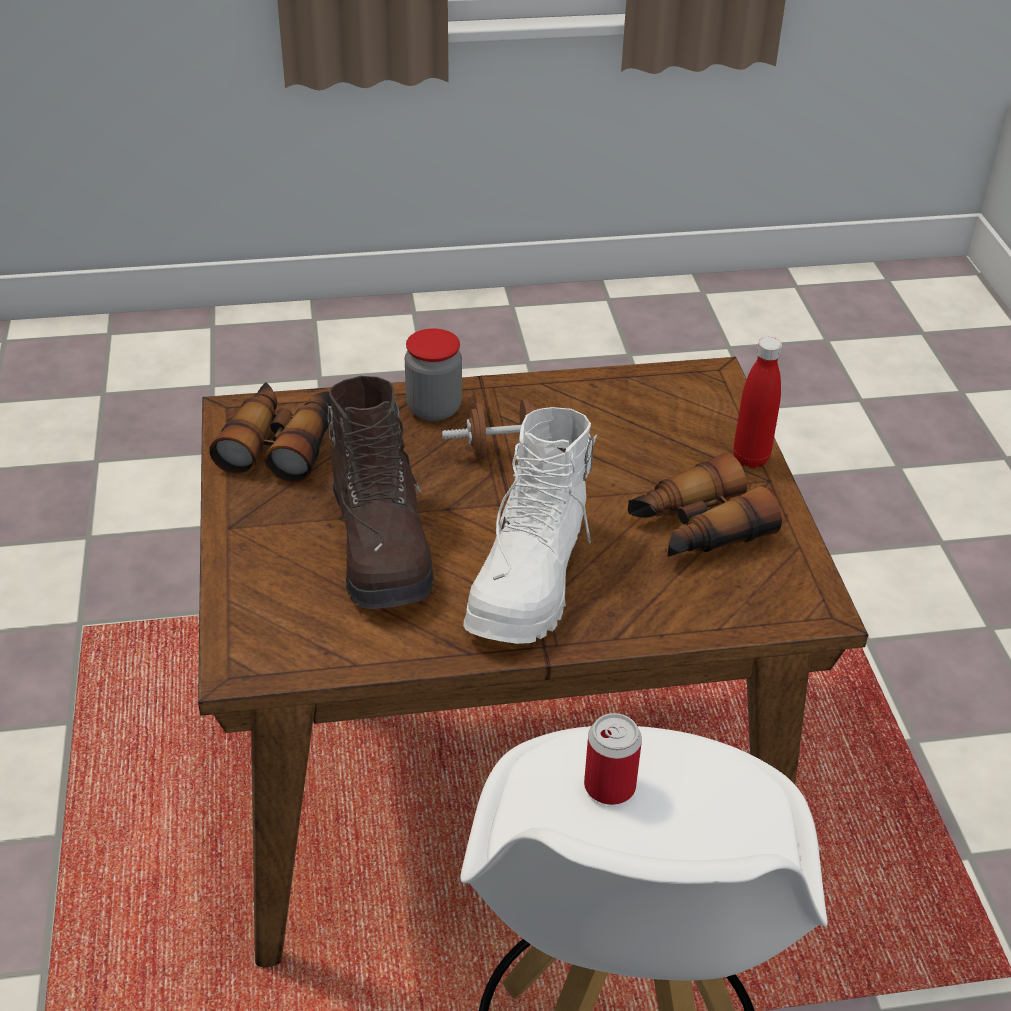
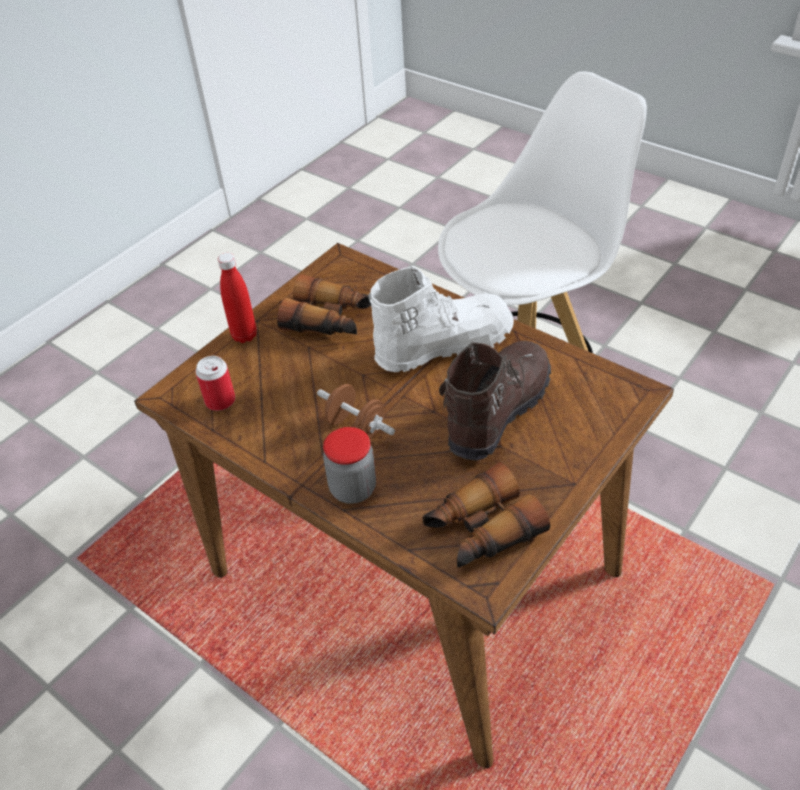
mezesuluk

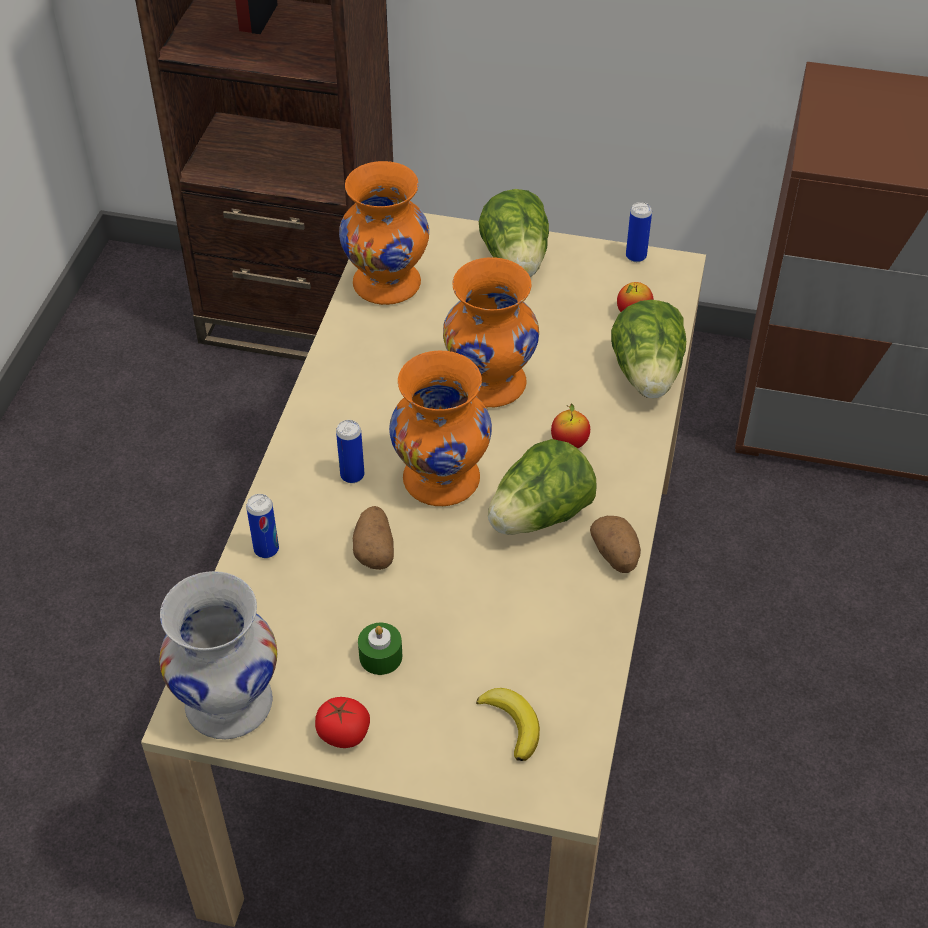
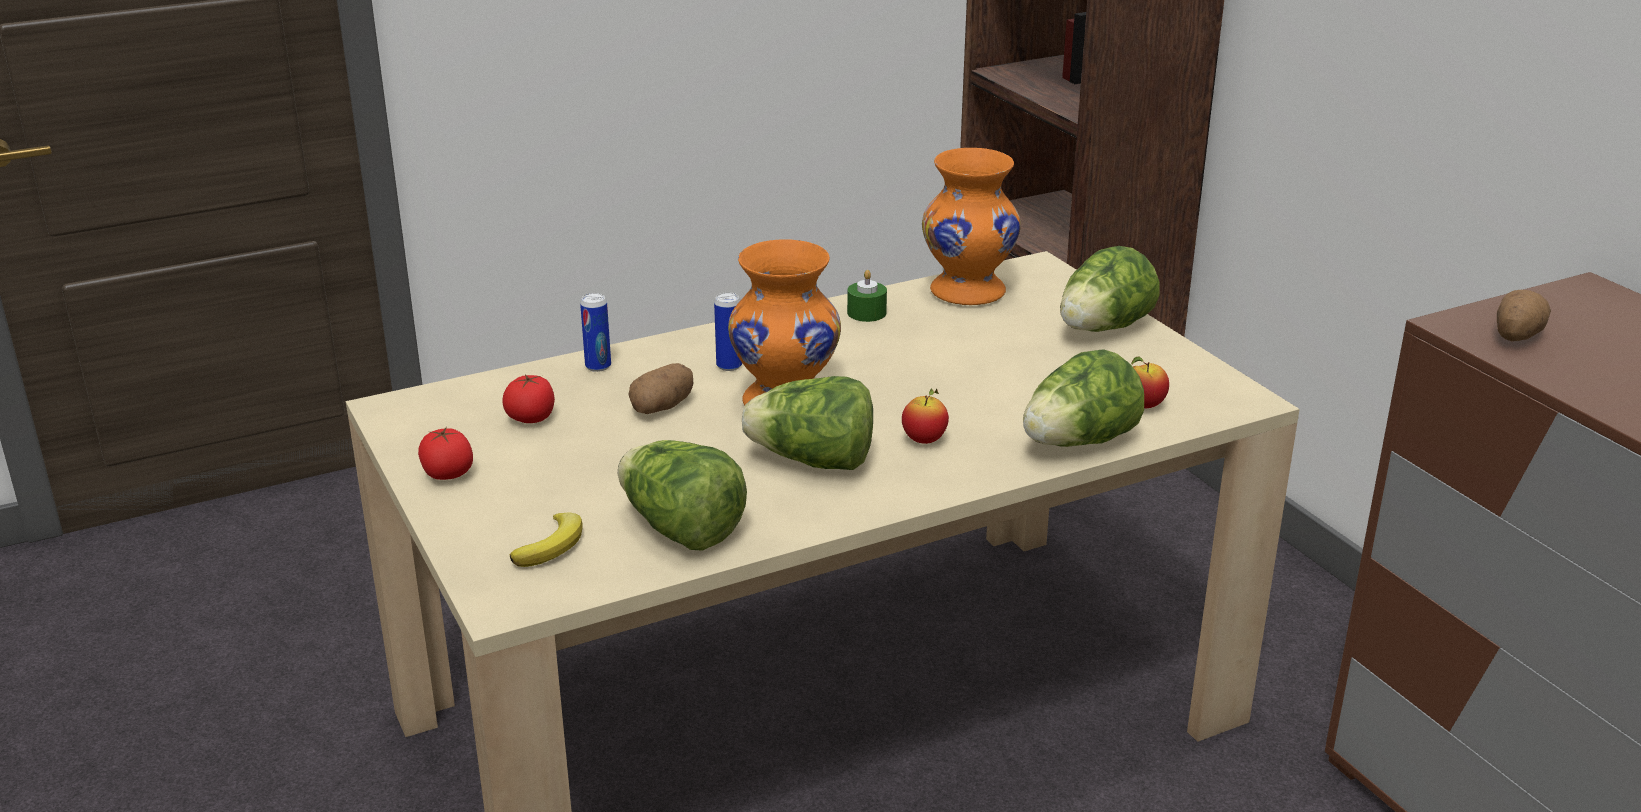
mezesuluk (3rd from left in the first image); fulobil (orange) (3rd from left in the first image); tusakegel (2nd from left); fulobil (white); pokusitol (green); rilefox (2nd from left); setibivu (1st from left)

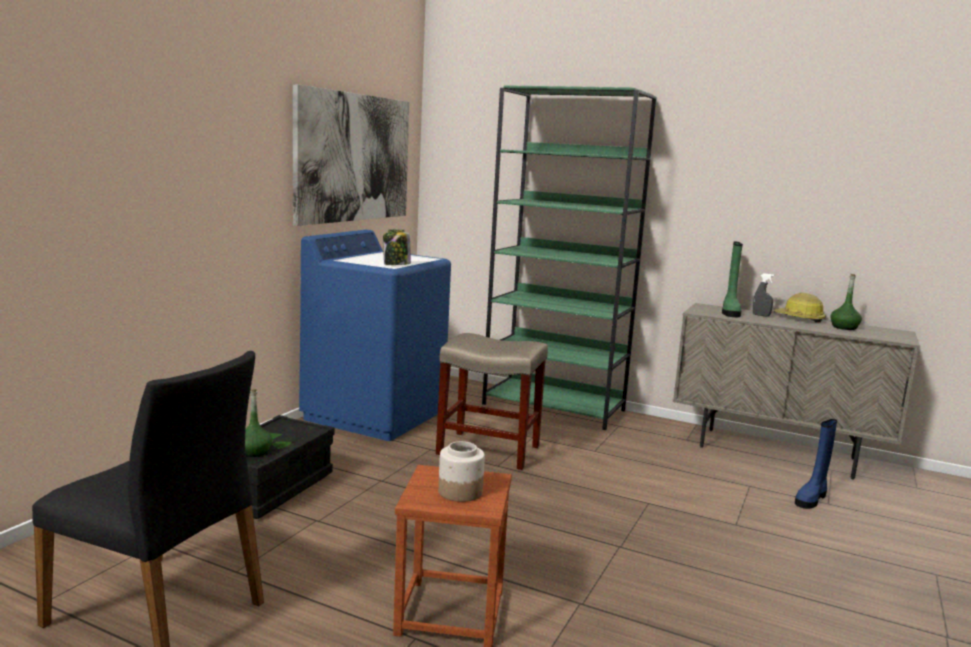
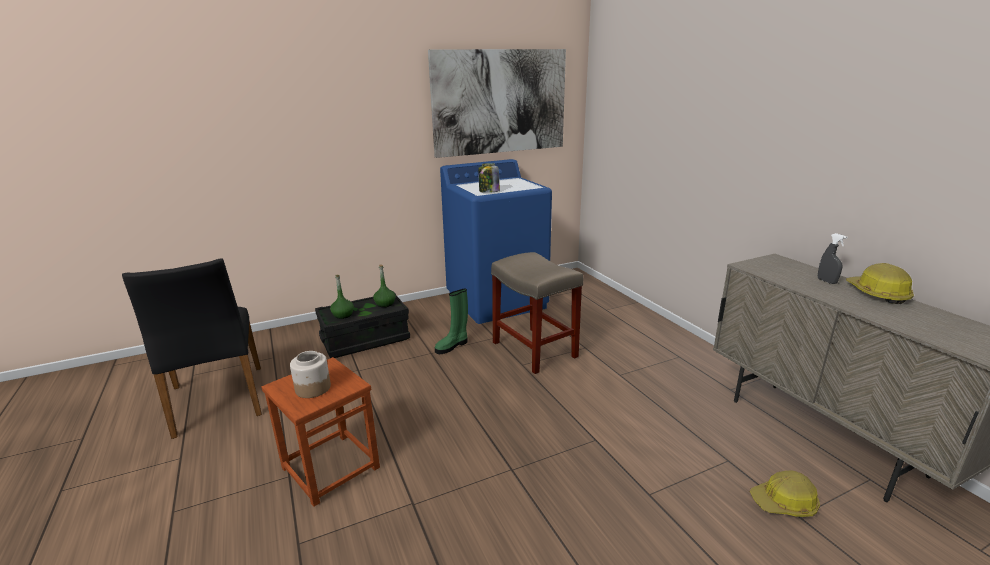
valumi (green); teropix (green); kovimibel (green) (2nd from left); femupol (1st from left)

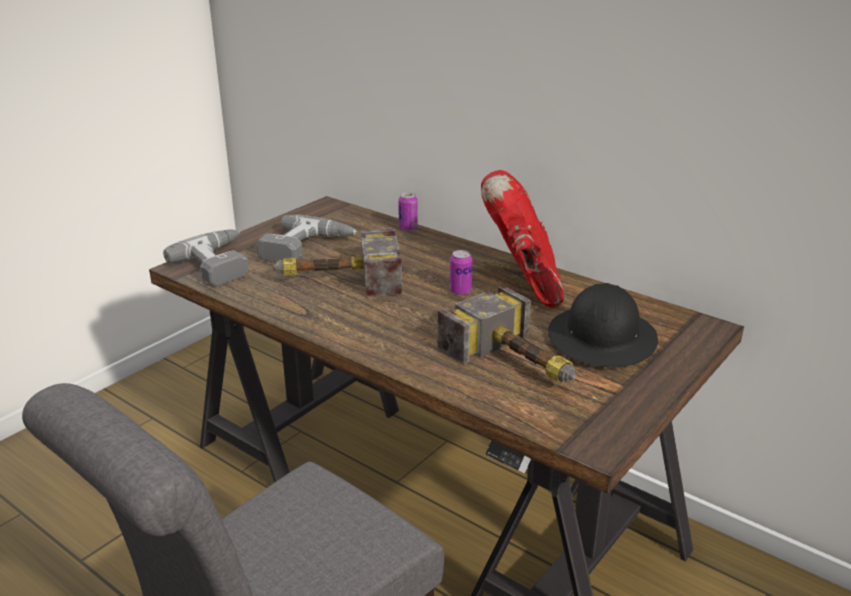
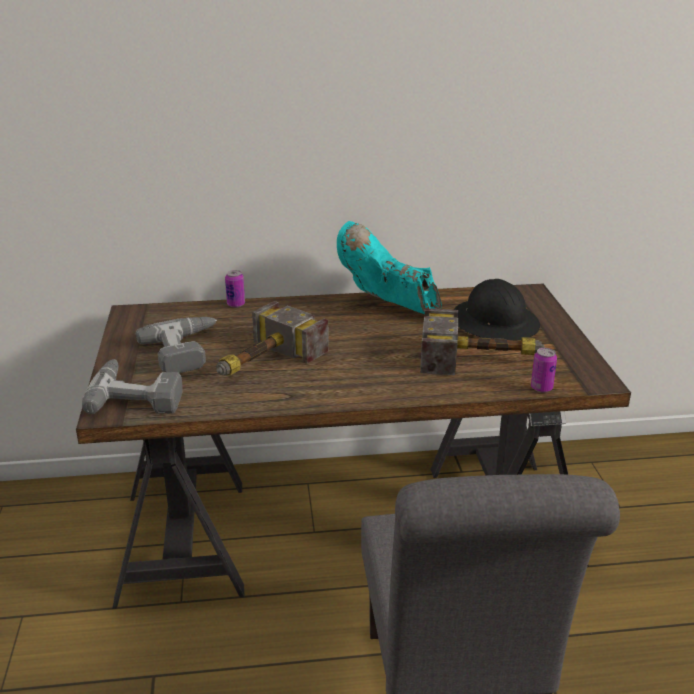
teropix (turquoise); mezesuluk (2nd from left)

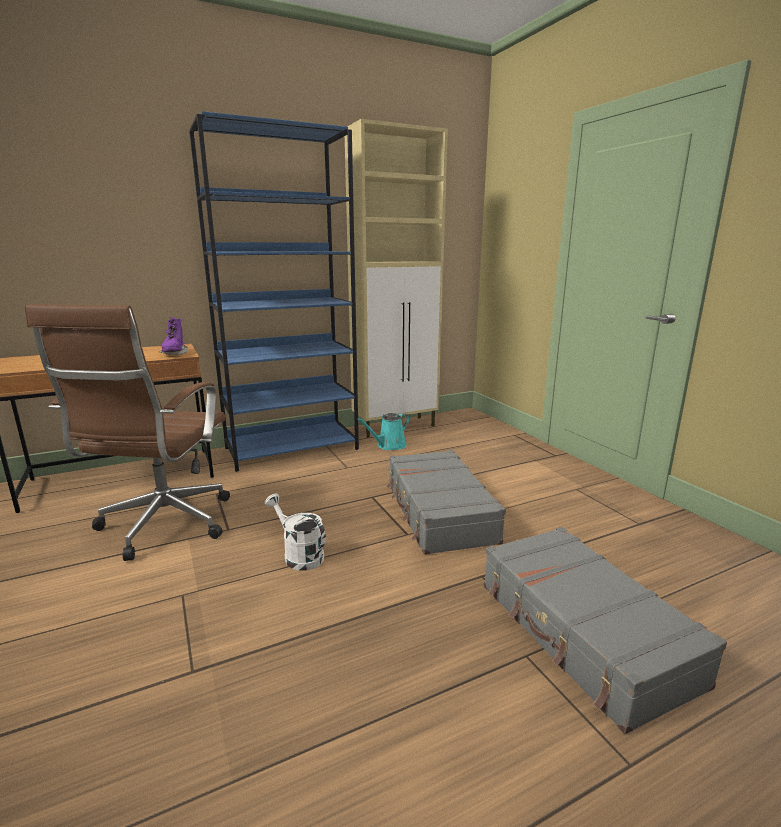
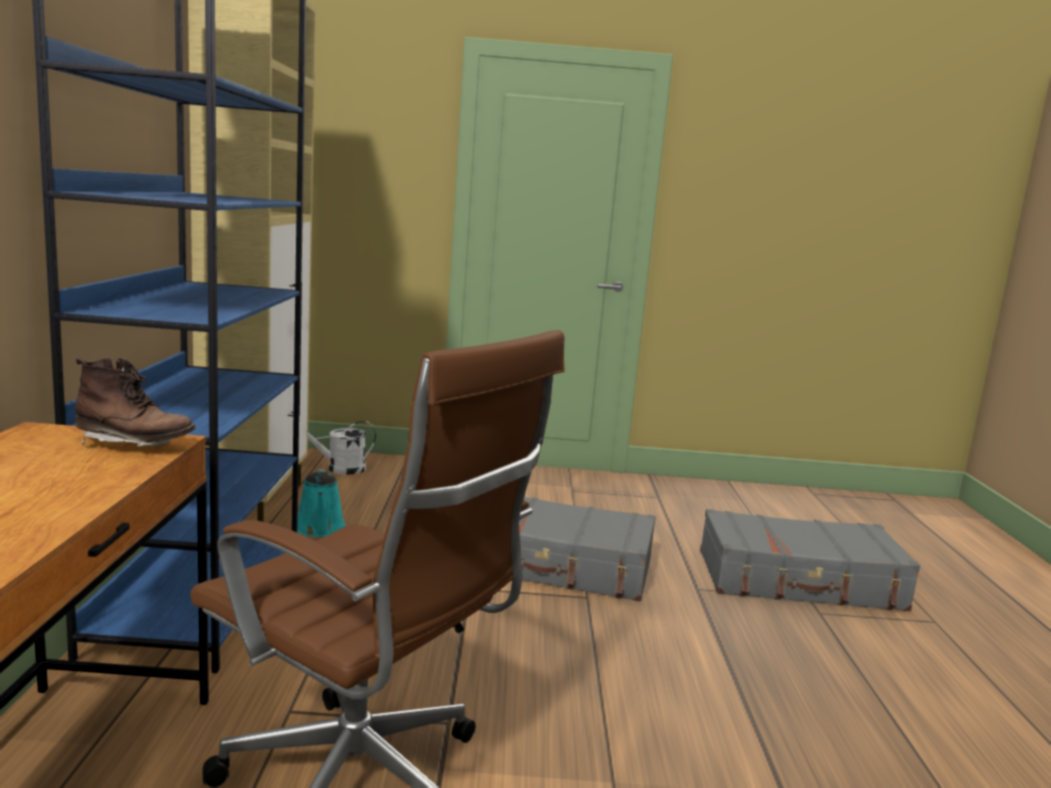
teropix (brown); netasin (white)

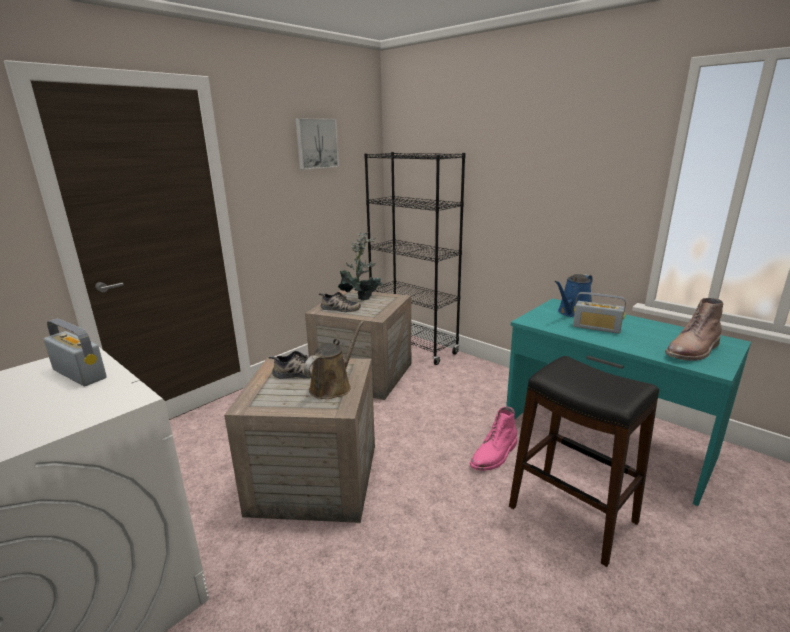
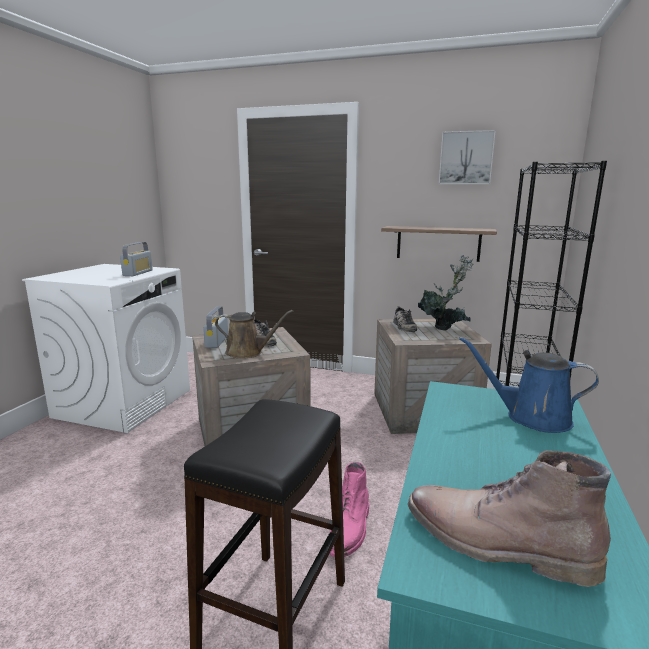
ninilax (2nd from left); teropix (pink); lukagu

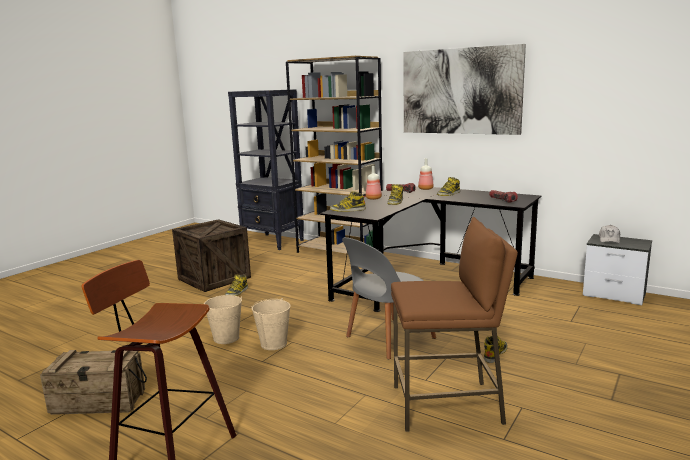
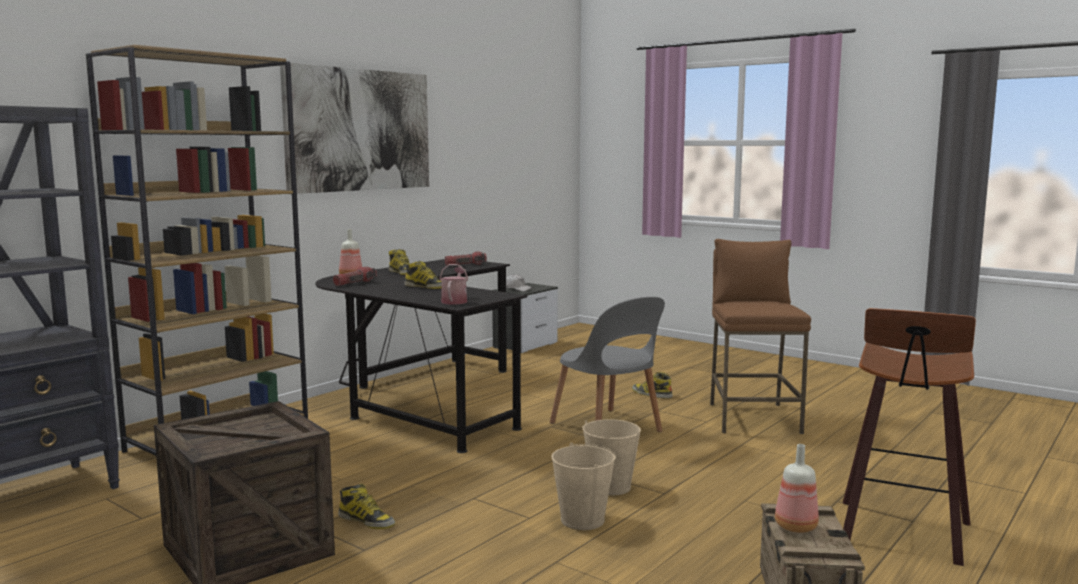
kovimibel (2nd from left); netasin

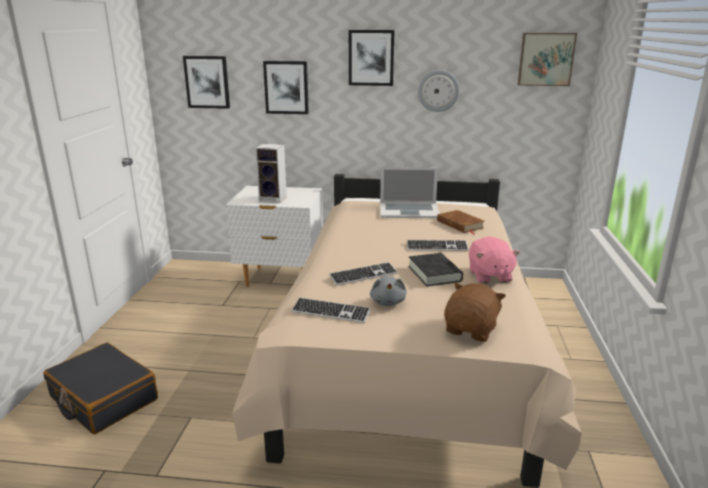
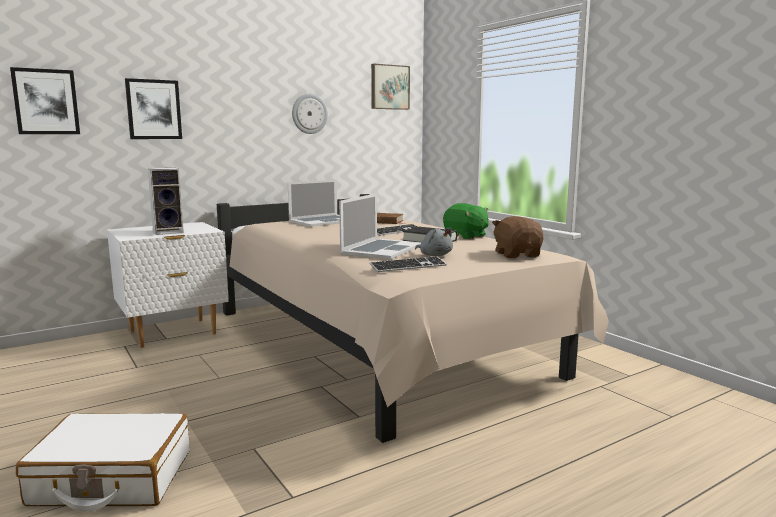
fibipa (3rd from left in the first image); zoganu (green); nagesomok (2nd from left); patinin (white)

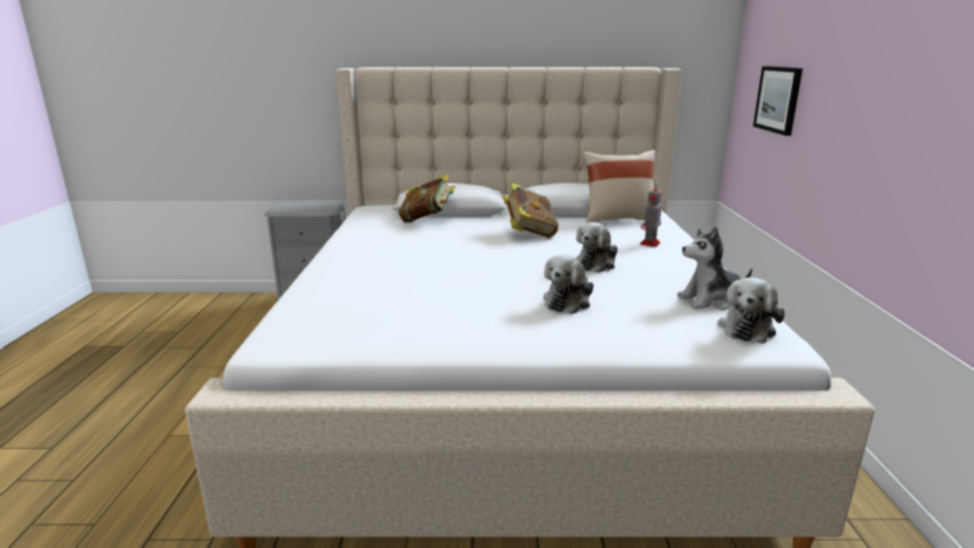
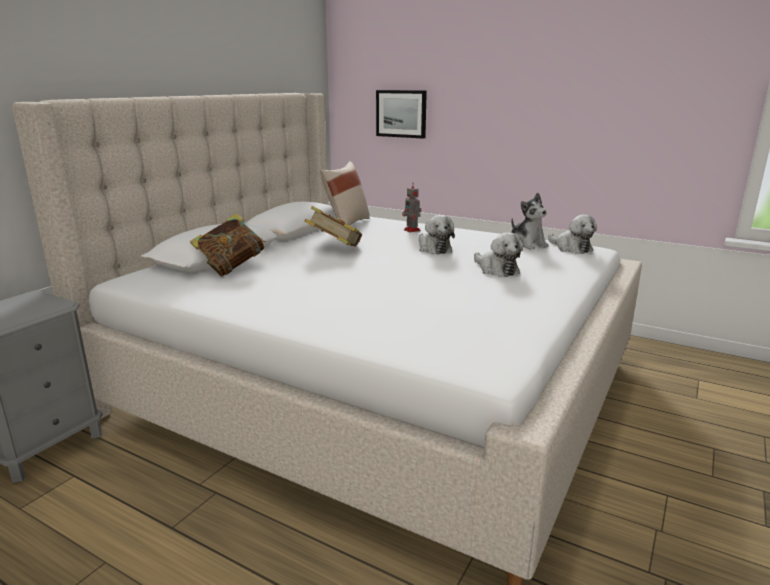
zoganu (3rd from left)

